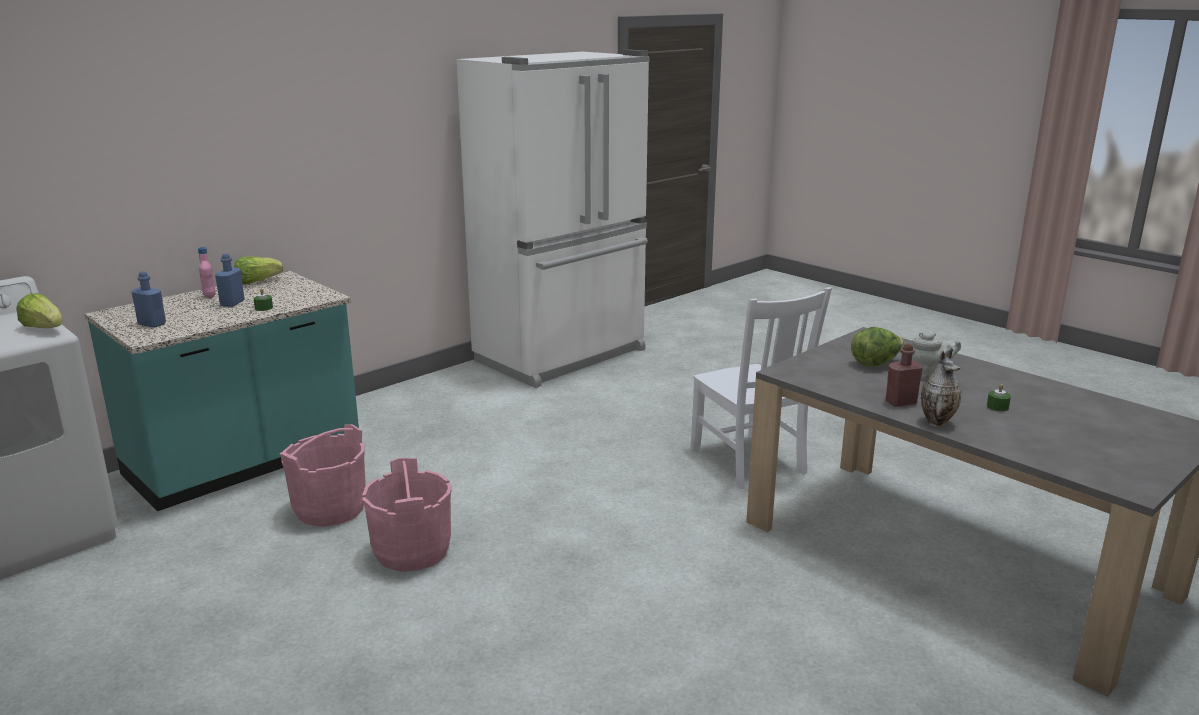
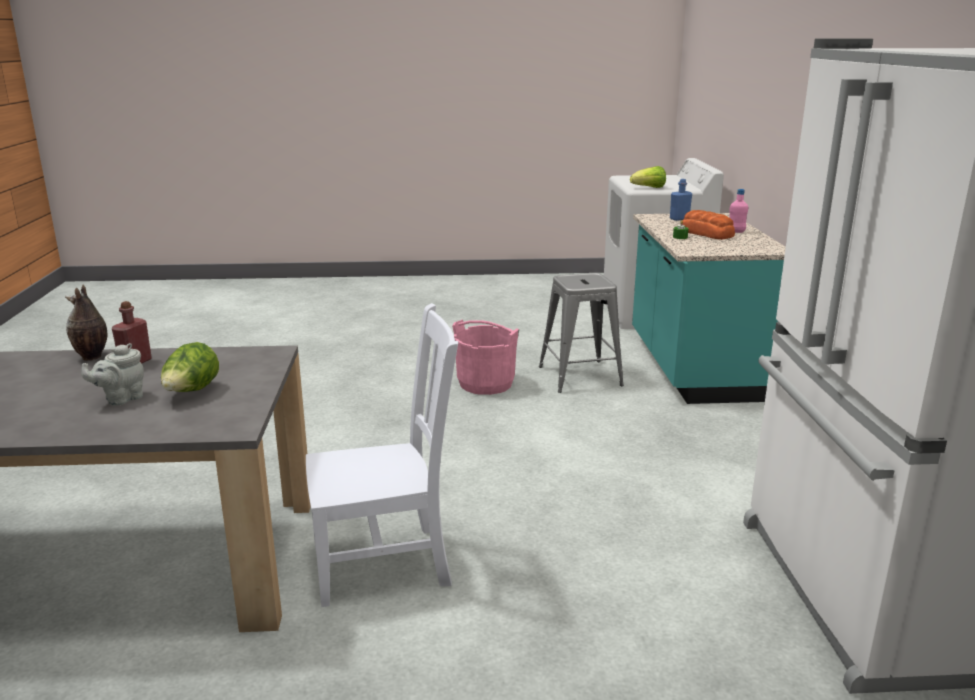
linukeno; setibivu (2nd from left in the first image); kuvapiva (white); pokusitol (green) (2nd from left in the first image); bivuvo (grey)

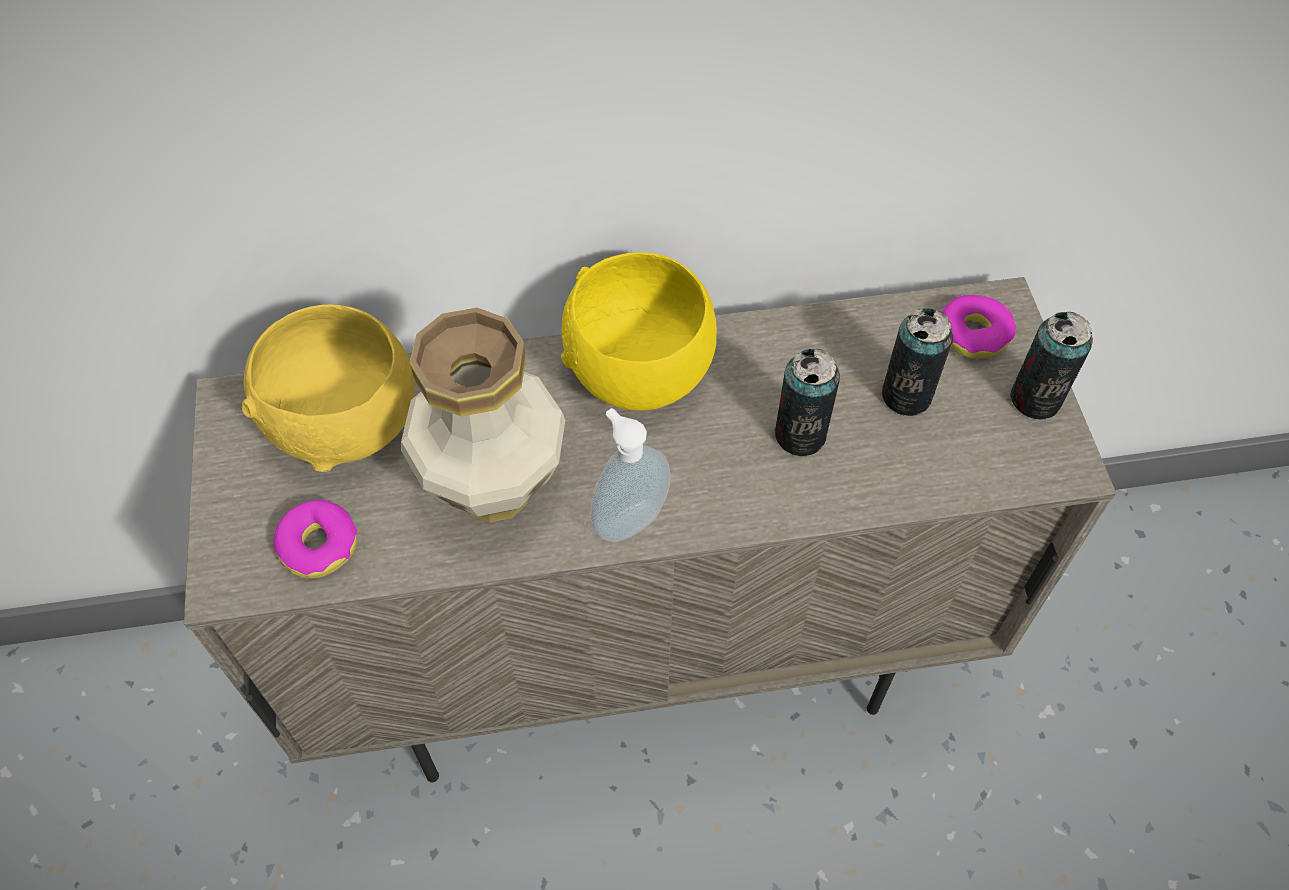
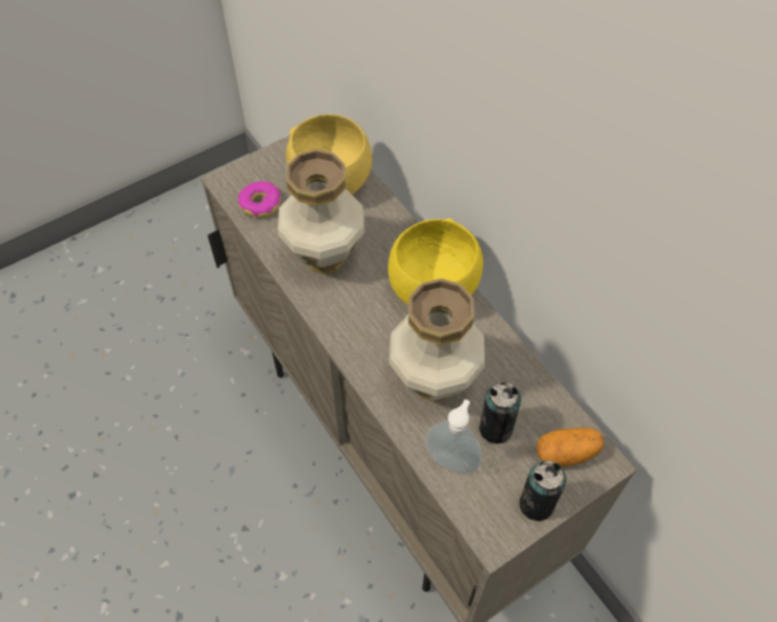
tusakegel; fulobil (2nd from left); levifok

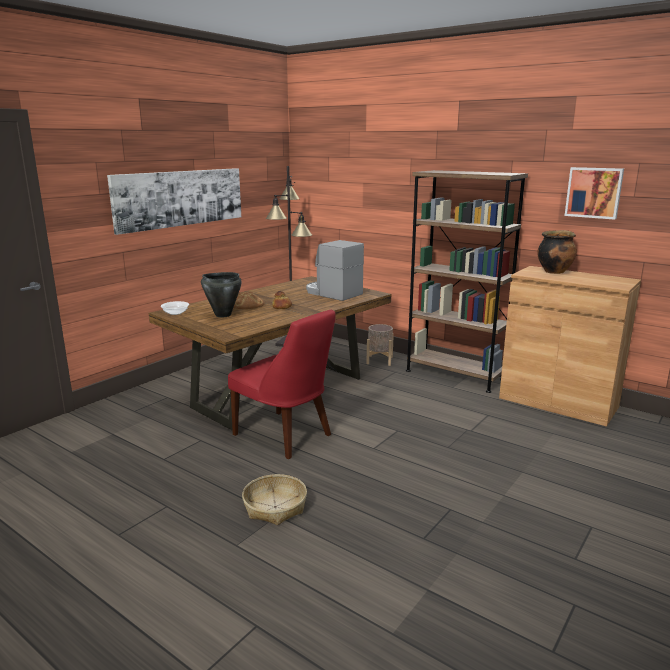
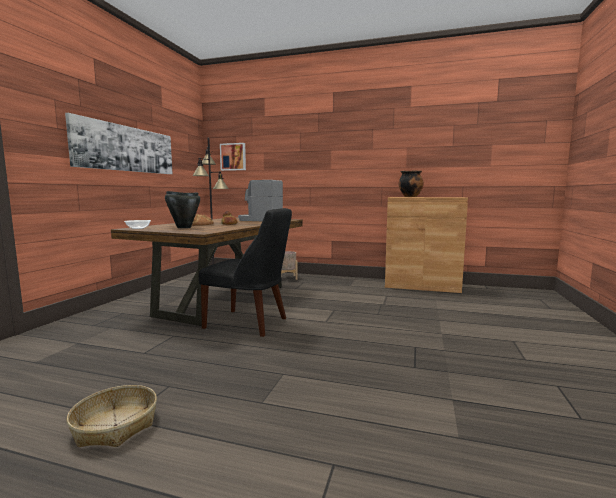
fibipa (2nd from left); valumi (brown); kuvapiva (black); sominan

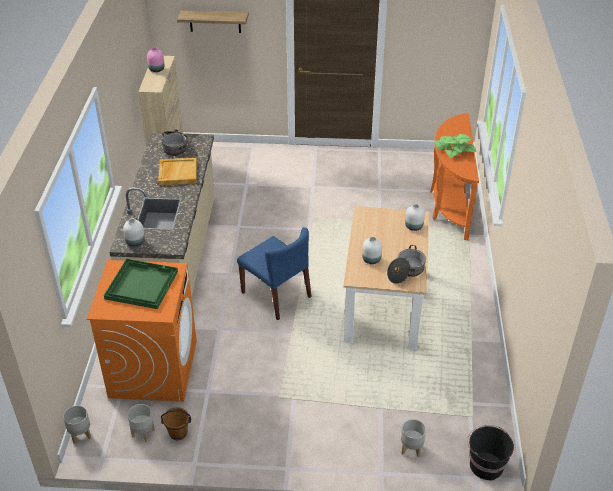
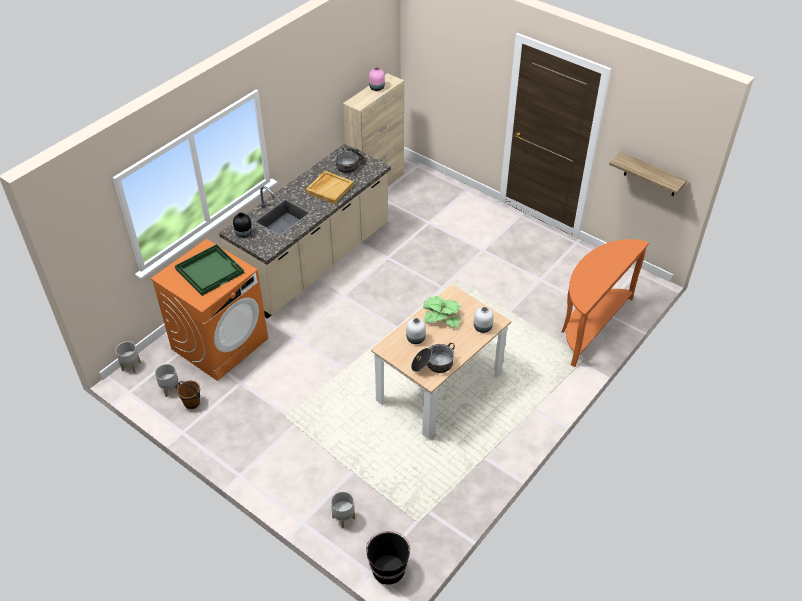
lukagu; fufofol; fulobil (black); kuvapiva (blue)

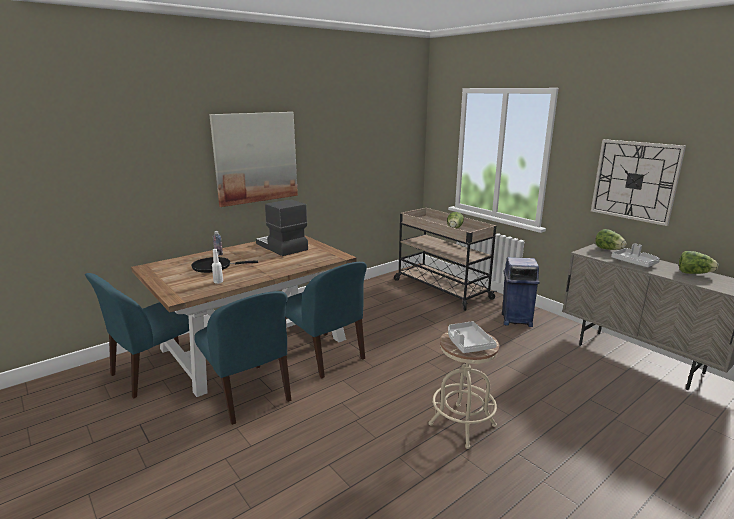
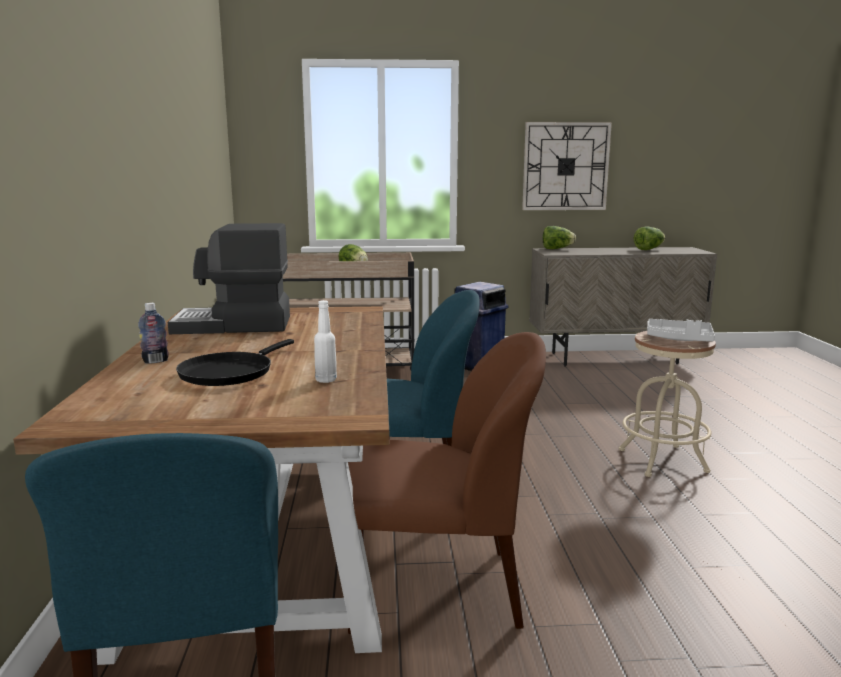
fibipa; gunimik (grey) (2nd from left in the first image); kuvapiva (brown)

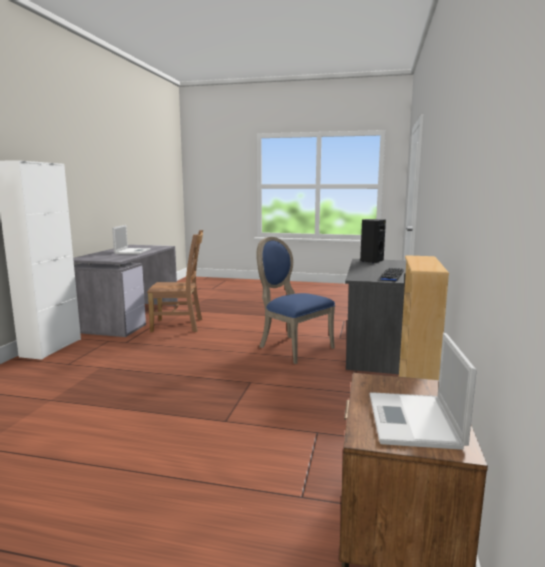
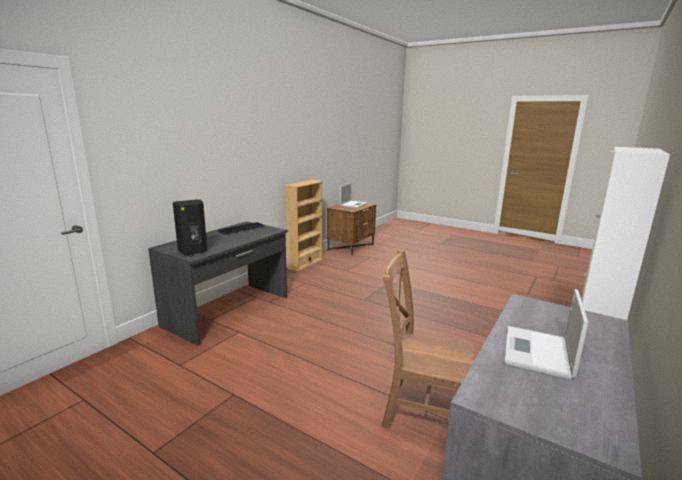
kuvapiva (blue)

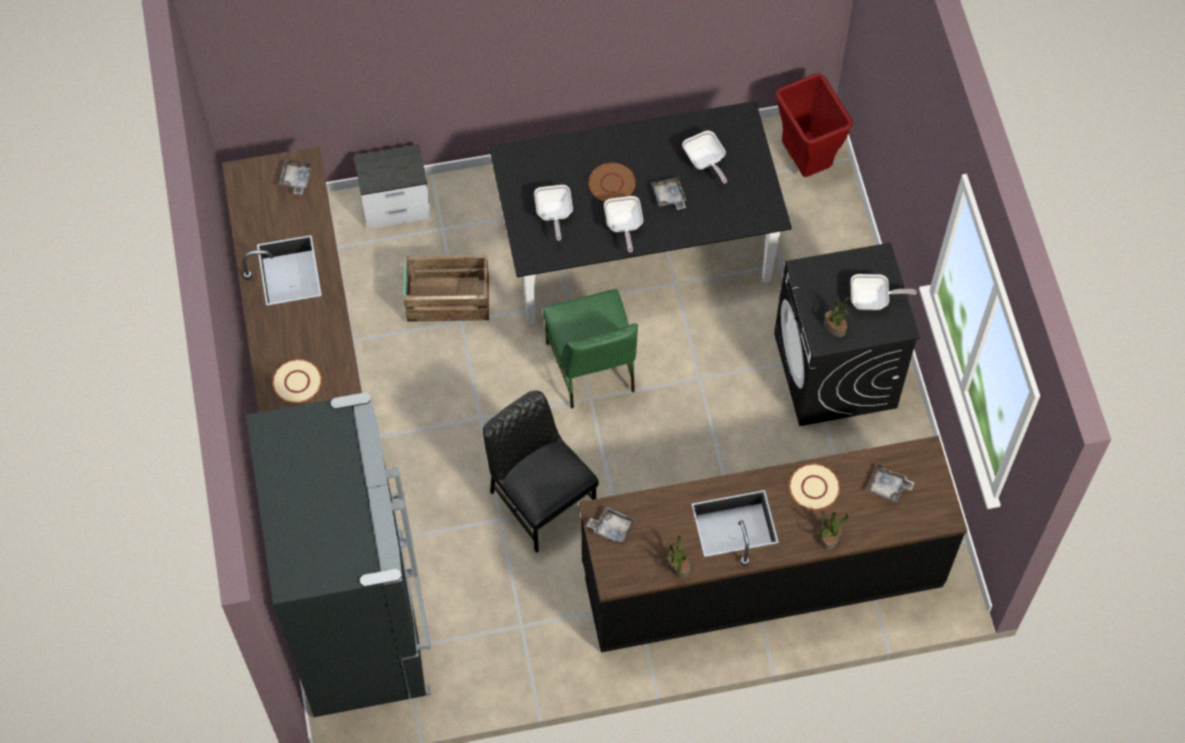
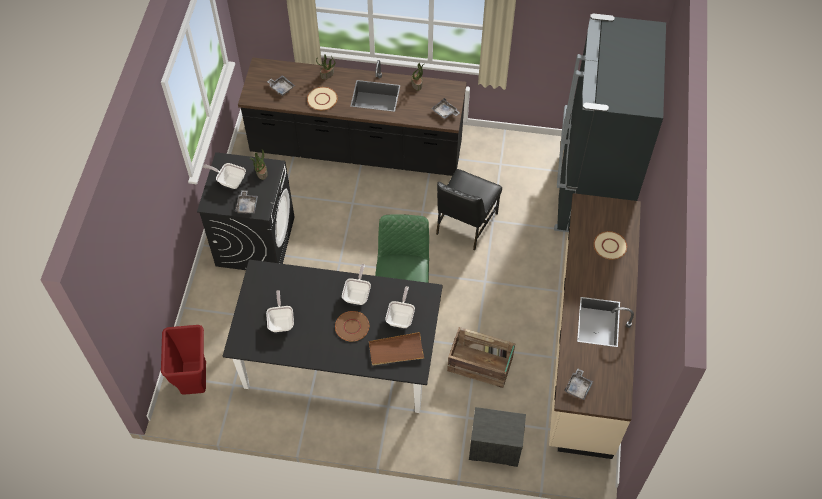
gunimik (grey) (1st from left); kuvapiva (black); gunimik (brown)

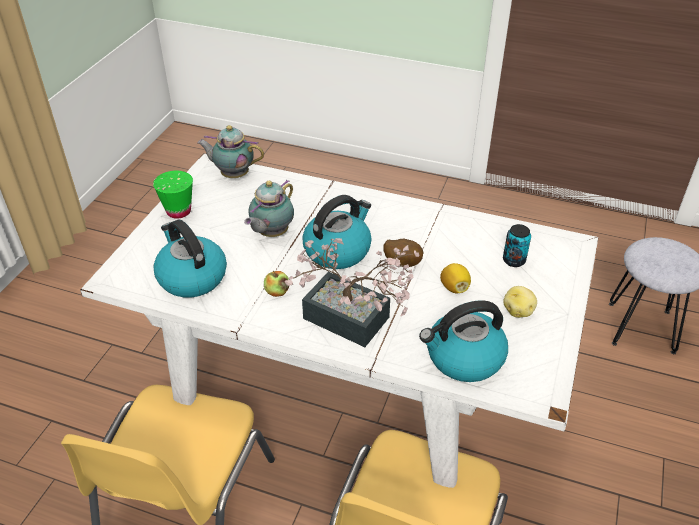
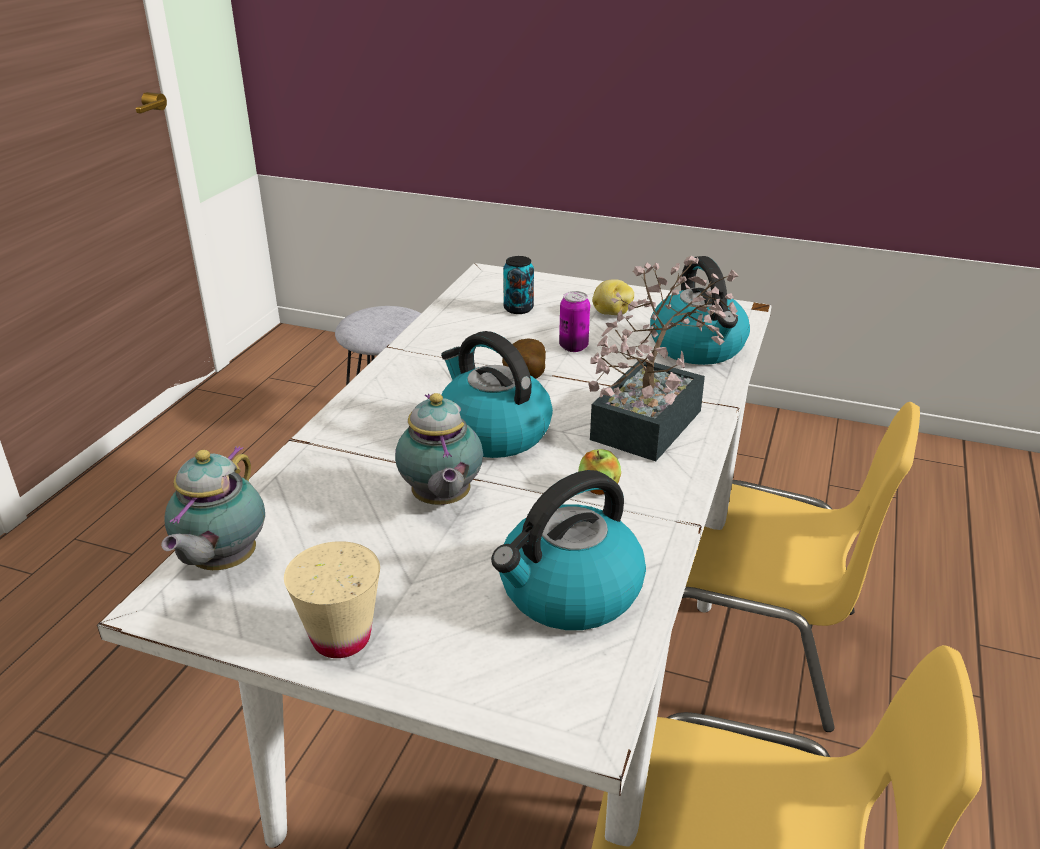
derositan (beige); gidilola (2nd from left); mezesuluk (2nd from left)

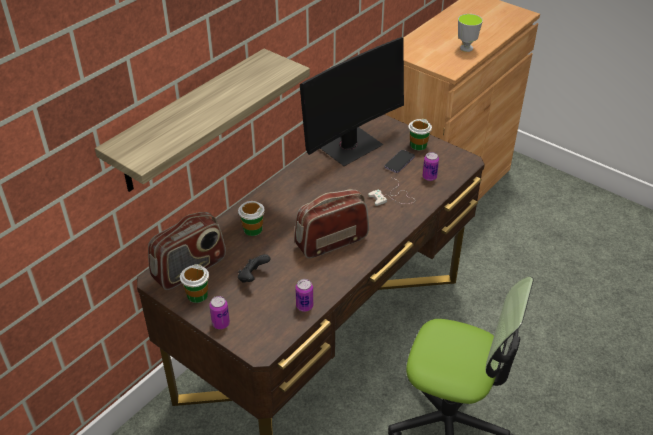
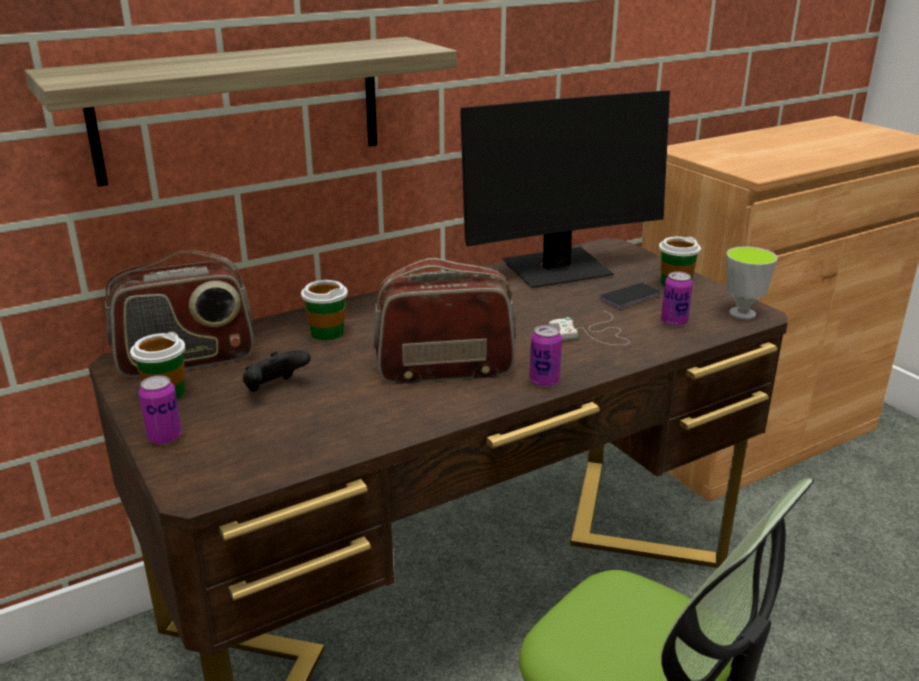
derositan (4th from left); mezesuluk (2nd from left)

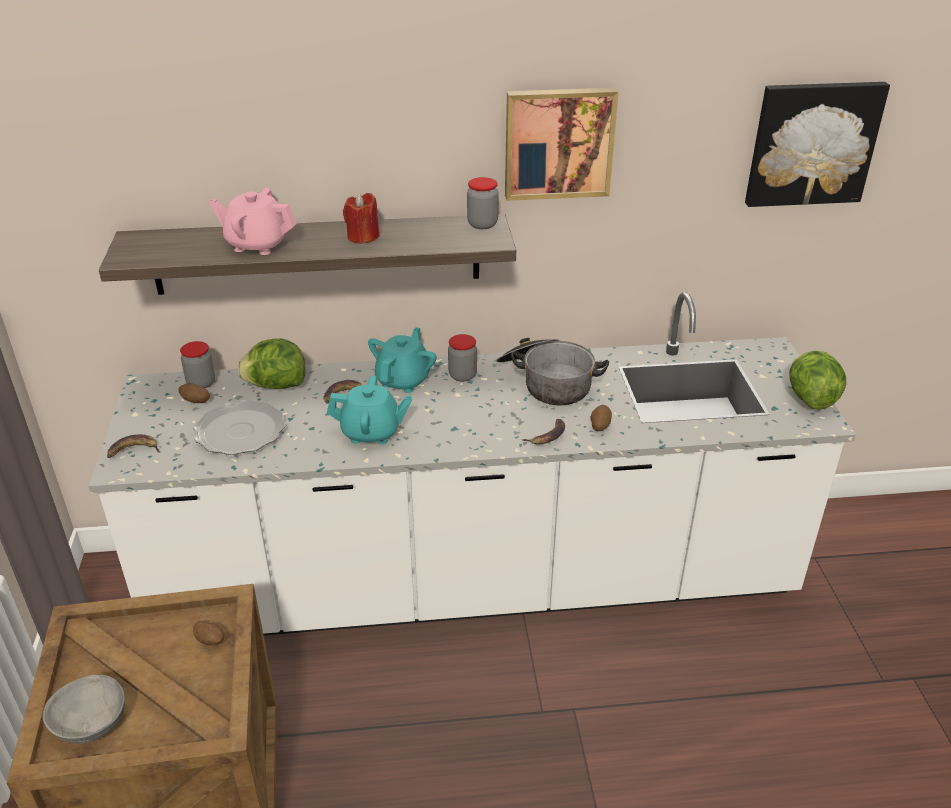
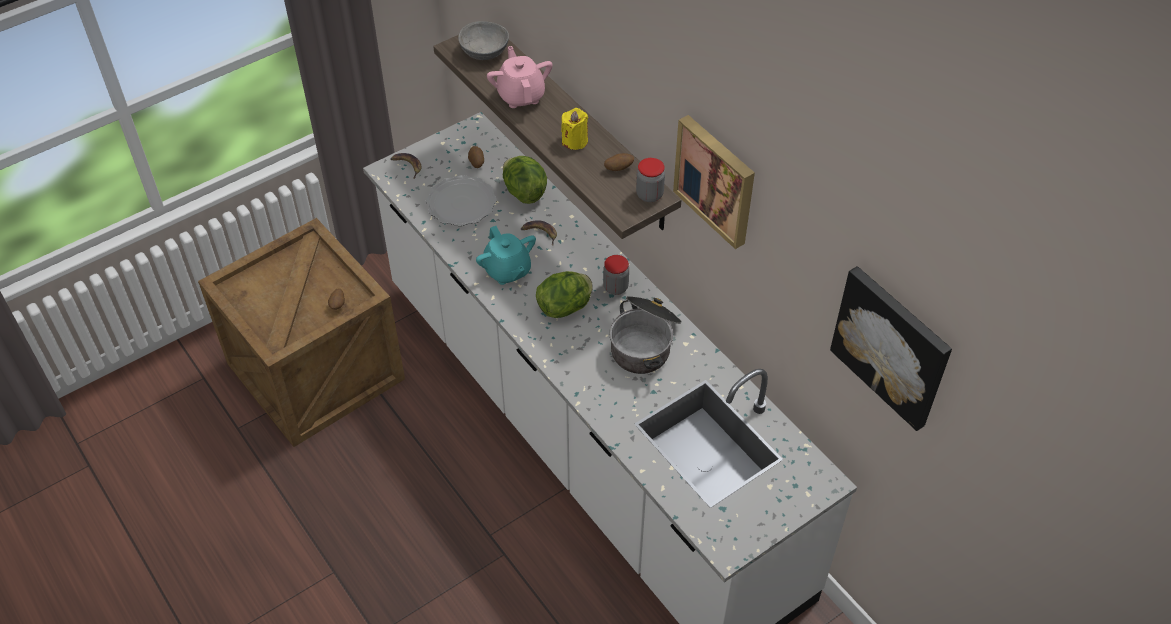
pokusitol (yellow); gidilola (turquoise) (2nd from left in the first image); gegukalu (1st from left in the first image); setibivu (2nd from left); tusakegel (3rd from left); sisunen (3rd from left in the first image); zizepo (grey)

